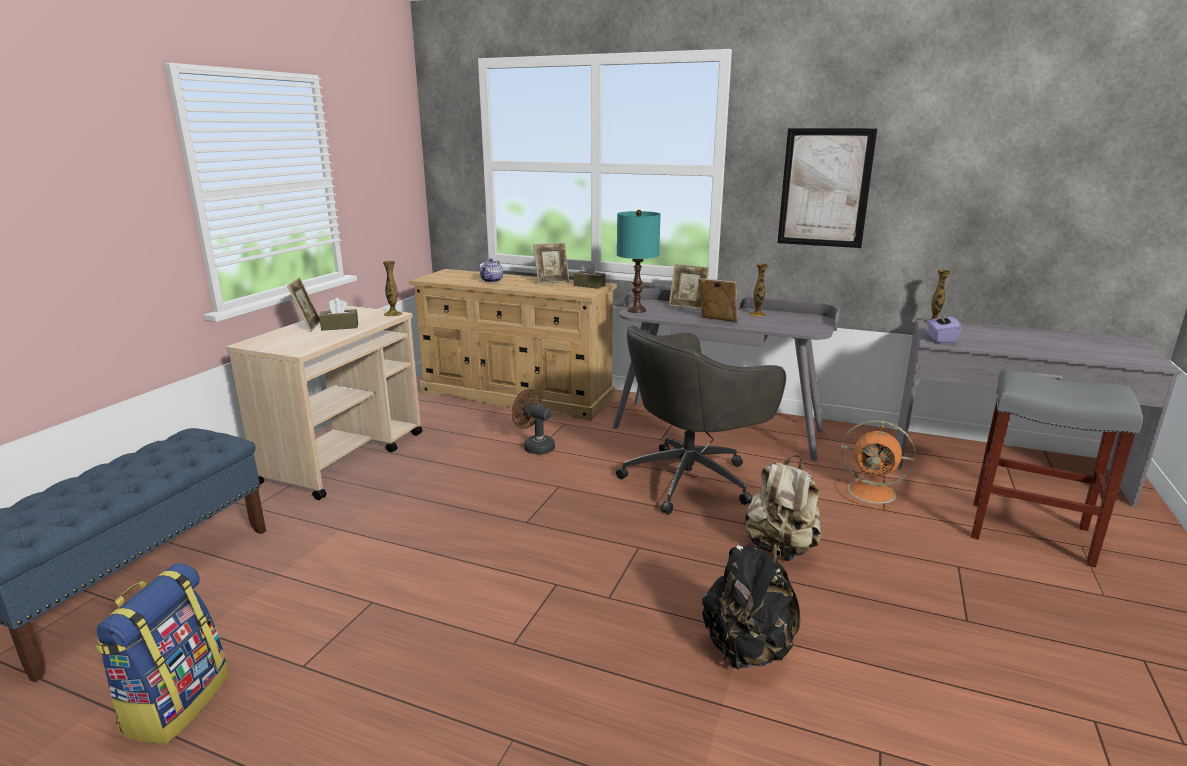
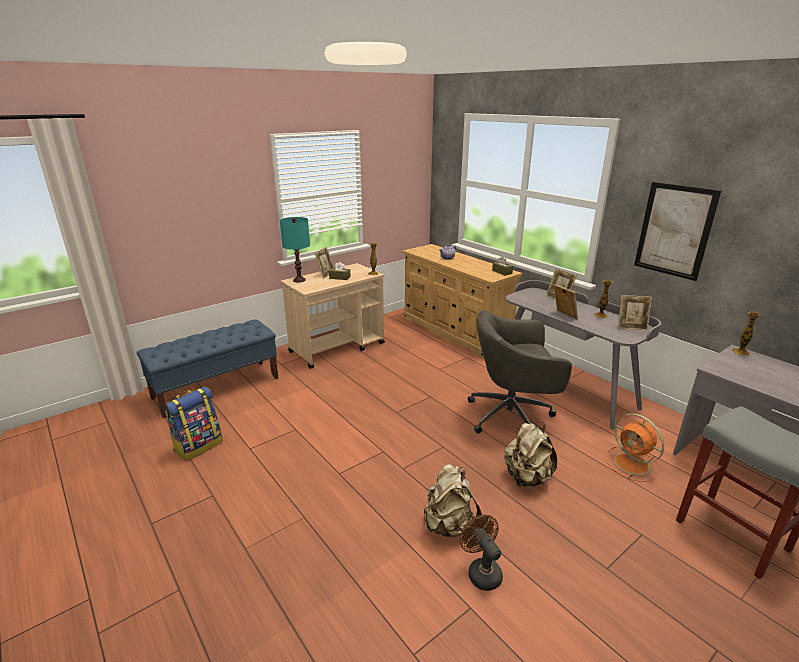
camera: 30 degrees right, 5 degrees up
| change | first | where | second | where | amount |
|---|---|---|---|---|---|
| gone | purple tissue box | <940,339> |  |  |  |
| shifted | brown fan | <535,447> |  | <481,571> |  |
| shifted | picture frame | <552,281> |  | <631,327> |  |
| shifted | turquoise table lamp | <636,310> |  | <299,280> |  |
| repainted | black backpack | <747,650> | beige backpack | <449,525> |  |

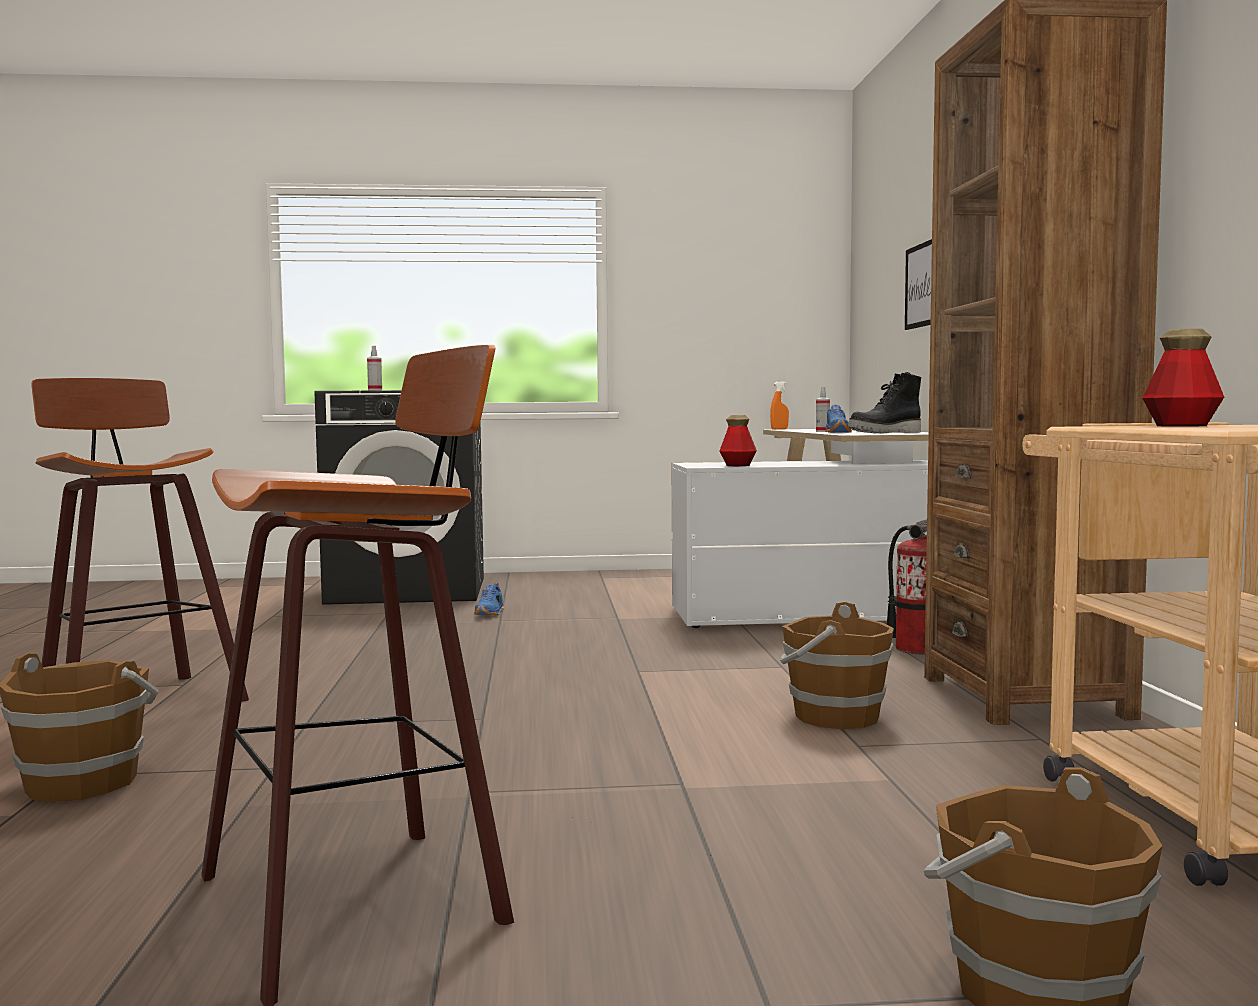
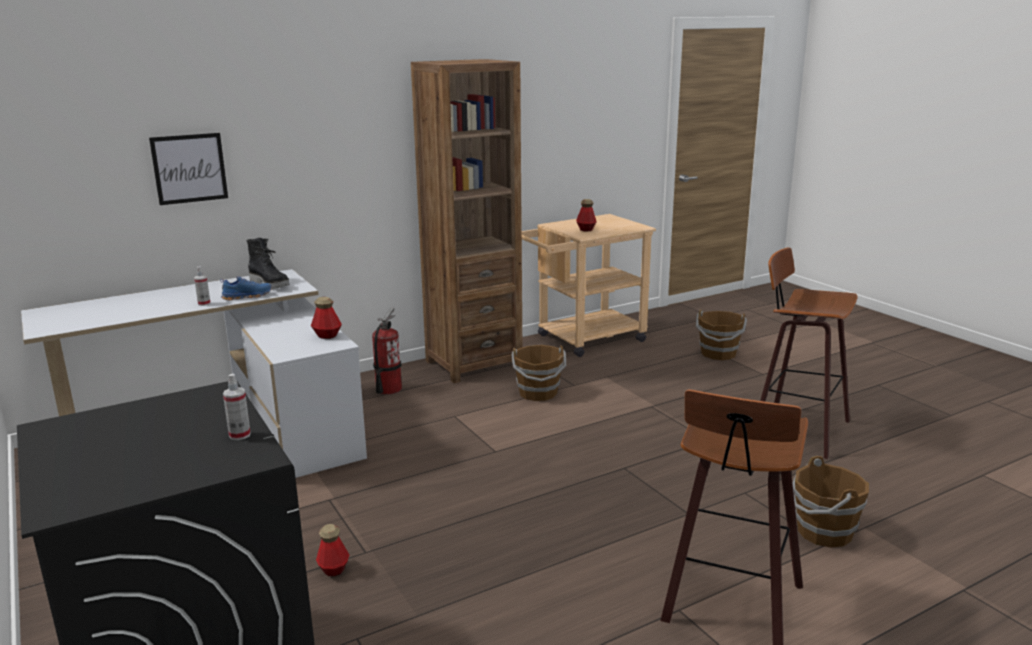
camera: 115 degrees left, 15 degrees up
| change | first | where | second | where | amount |
|---|---|---|---|---|---|
| gone | orange spray bottle | <779,429> |  |  |  |
| swapped | blue shoe | <490,613> | bottle | <333,569> |  |

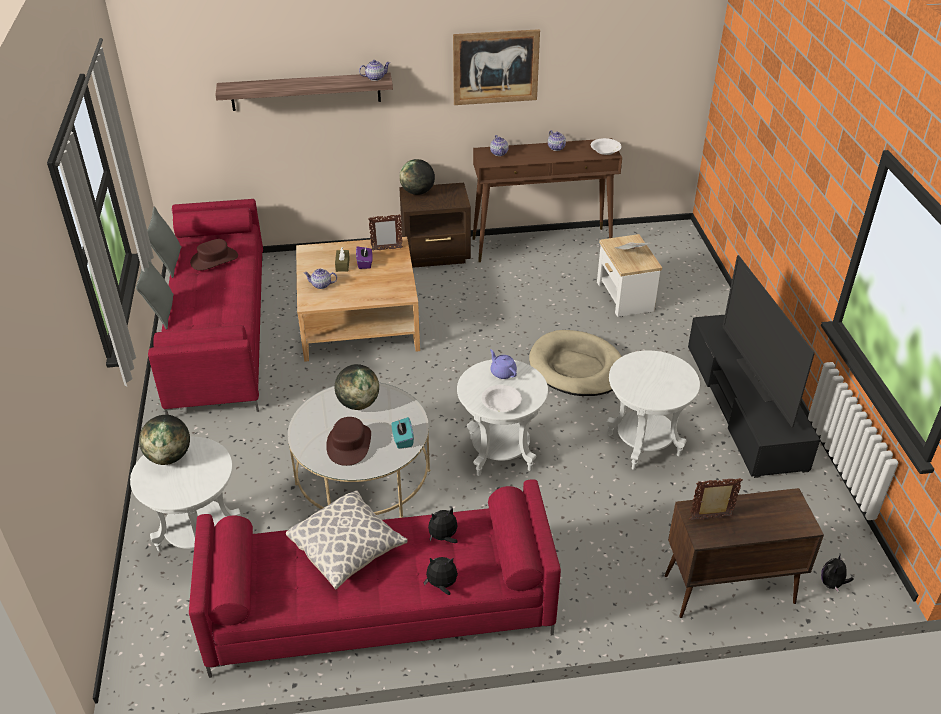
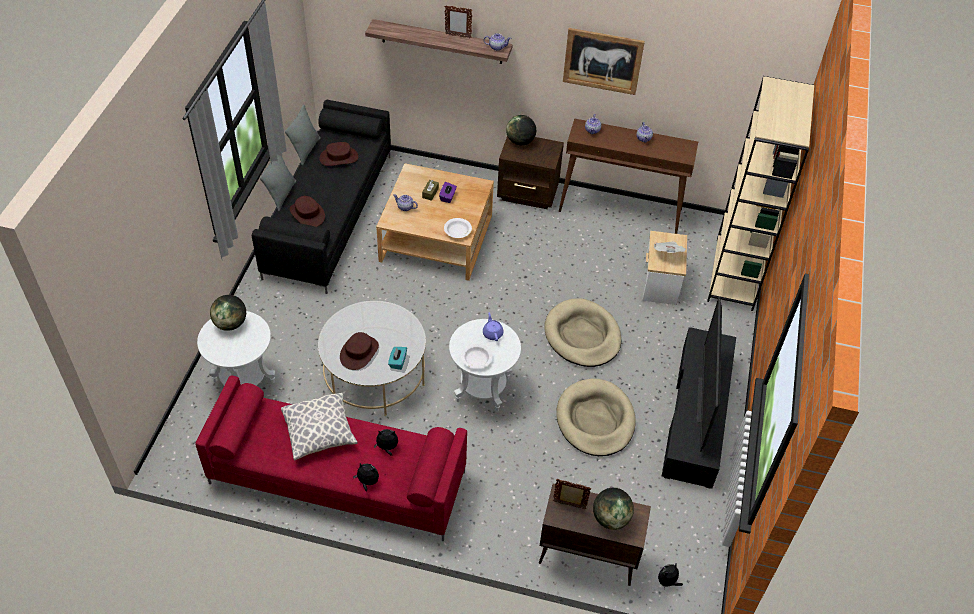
camera: 20 degrees right, 10 degrees up
| change | first | where | second | where | amount |
|---|---|---|---|---|---|
| new |  |  | brown hat | <307,214> |  |
| new |  |  | beige bookcase | <734,274> |  |
| shifted | globe | <358,404> |  | <610,518> |  |
| shifted | picture frame | <386,249> |  | <458,36> |  |
| shifted | white bowl | <605,151> |  | <457,231> |  |
| swapped | white side table | <643,444> | beige dog bed | <595,420> |  |
| repainted | red sofa | <219,331> | black sofa | <328,214> |  |

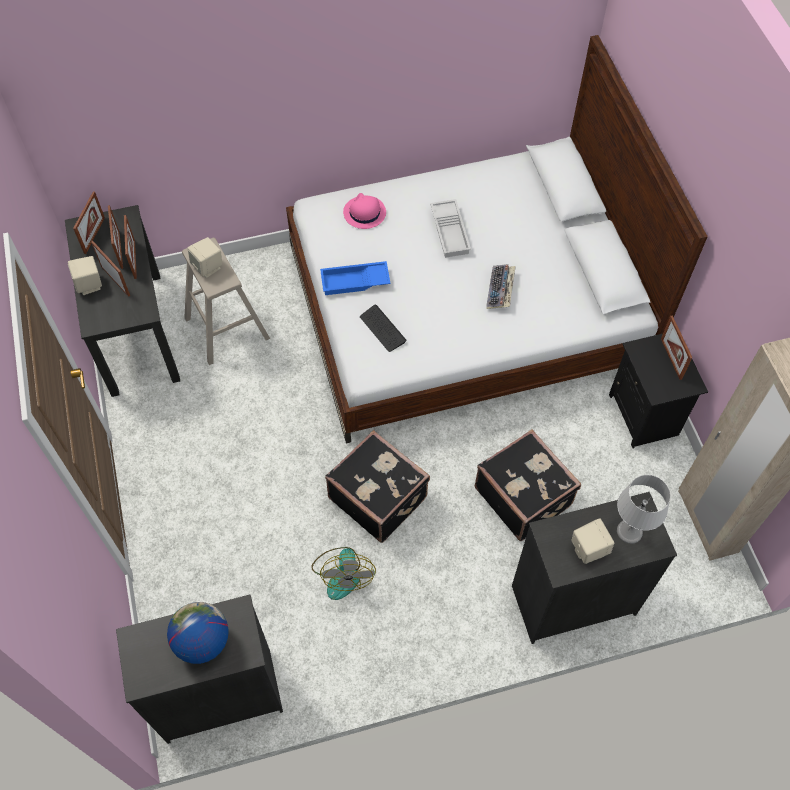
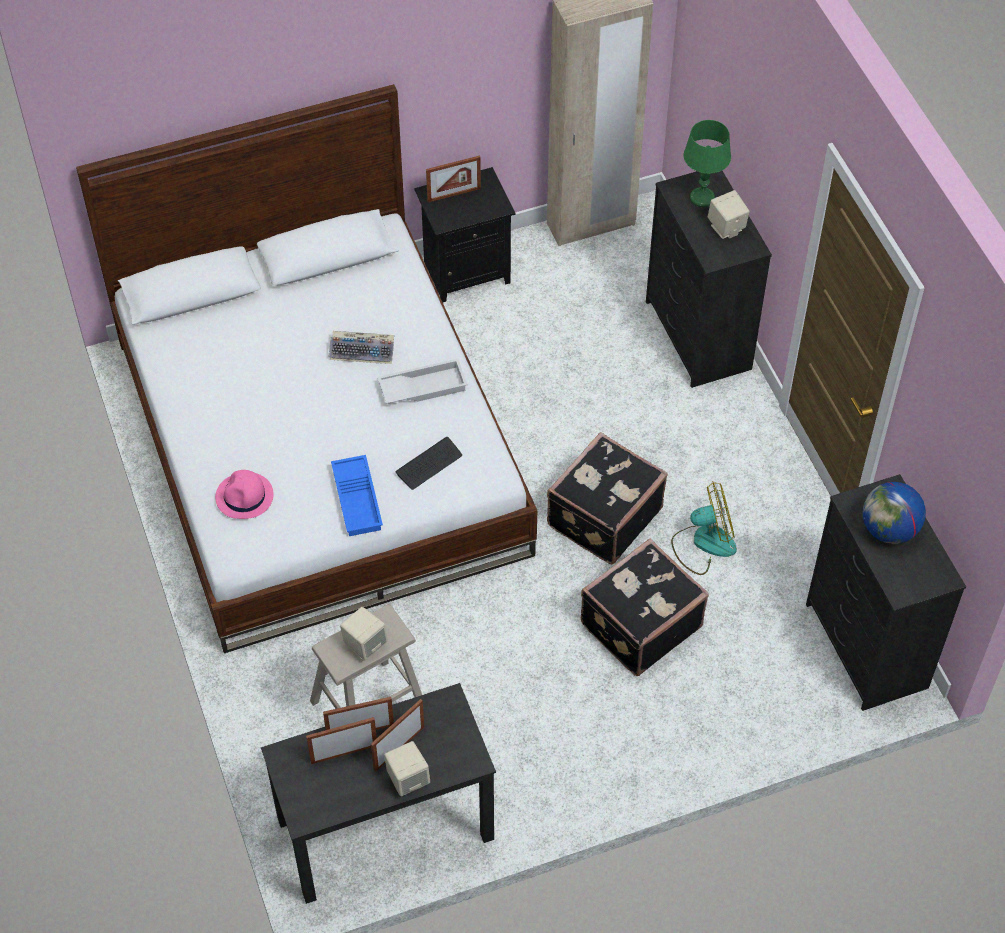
camera: 95 degrees left, 5 degrees down
| change | first | where | second | where | amount |
|---|---|---|---|---|---|
| gone | picture frame | <94,235> |  |  |  |
| shifted | white tray | <451,231> |  | <423,386> |  |
| shifted | black suitcase | <524,495> |  | <639,624> |  |
| repainted | grey table lamp | <629,532> | green table lamp | <702,198> |  |

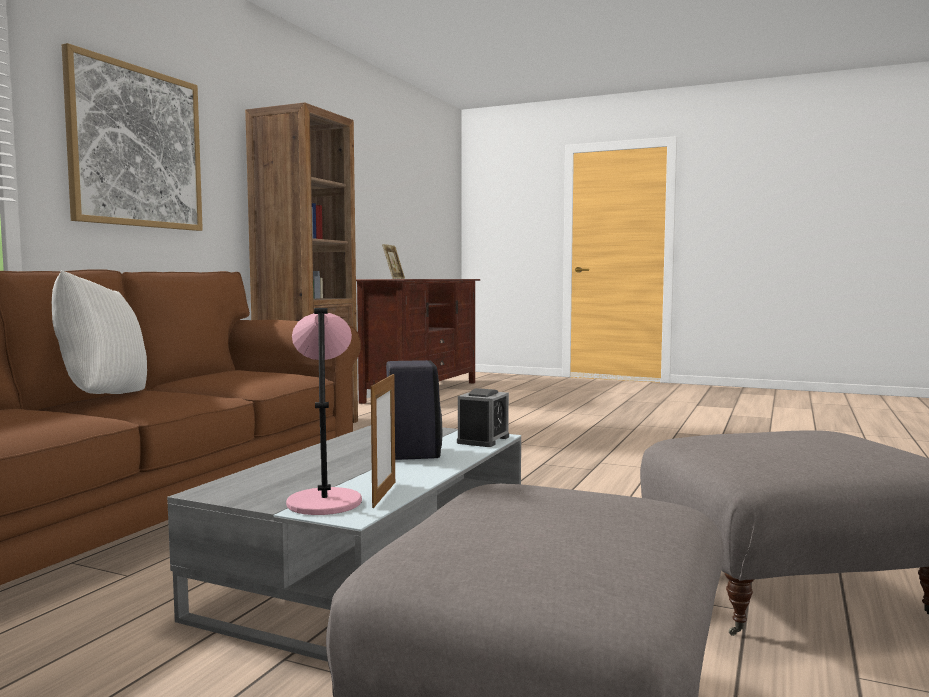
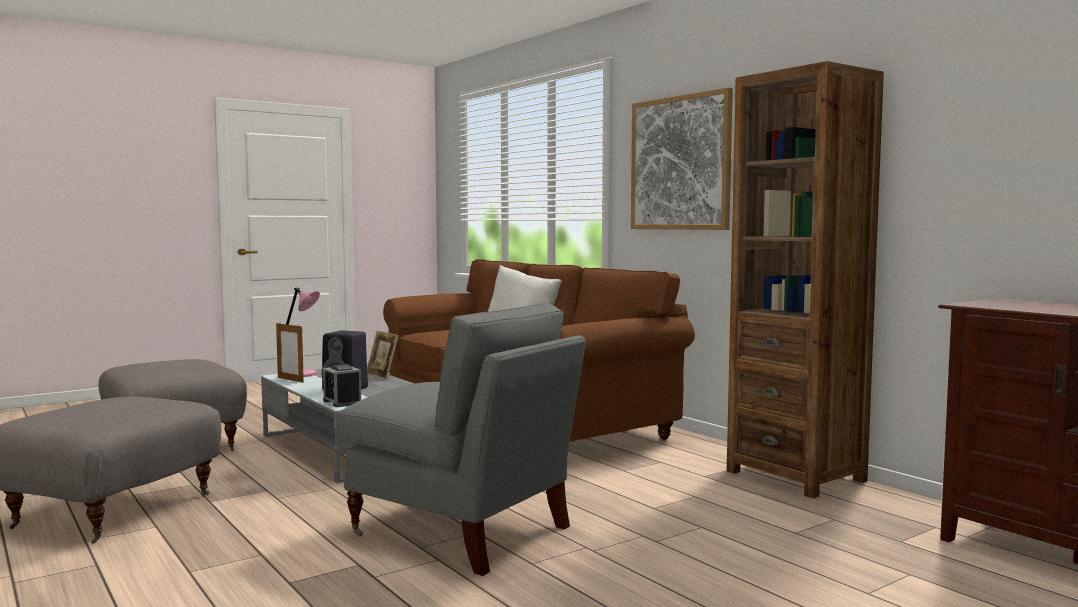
camera: 120 degrees right, 0 degrees up
| change | first | where | second | where | amount |
|---|---|---|---|---|---|
| new |  |  | grey armchair | <462,531> |  |
| shifted | picture frame | <394,279> |  | <382,376> |  |

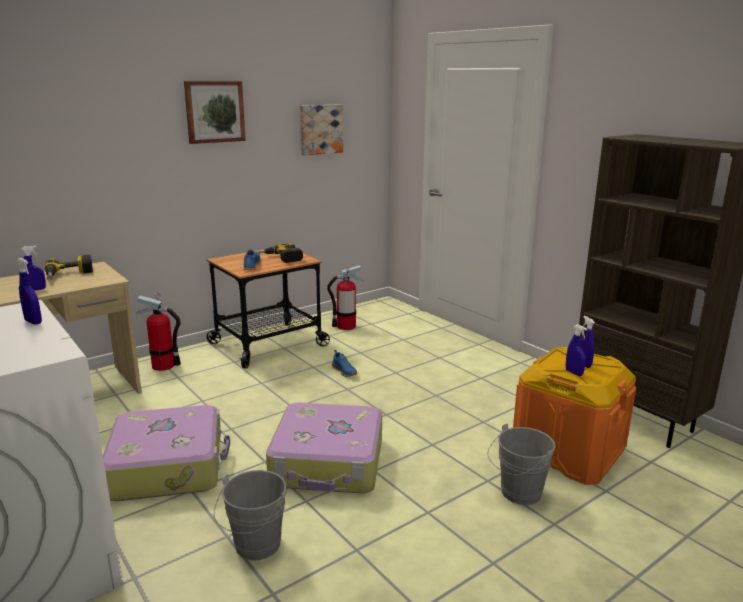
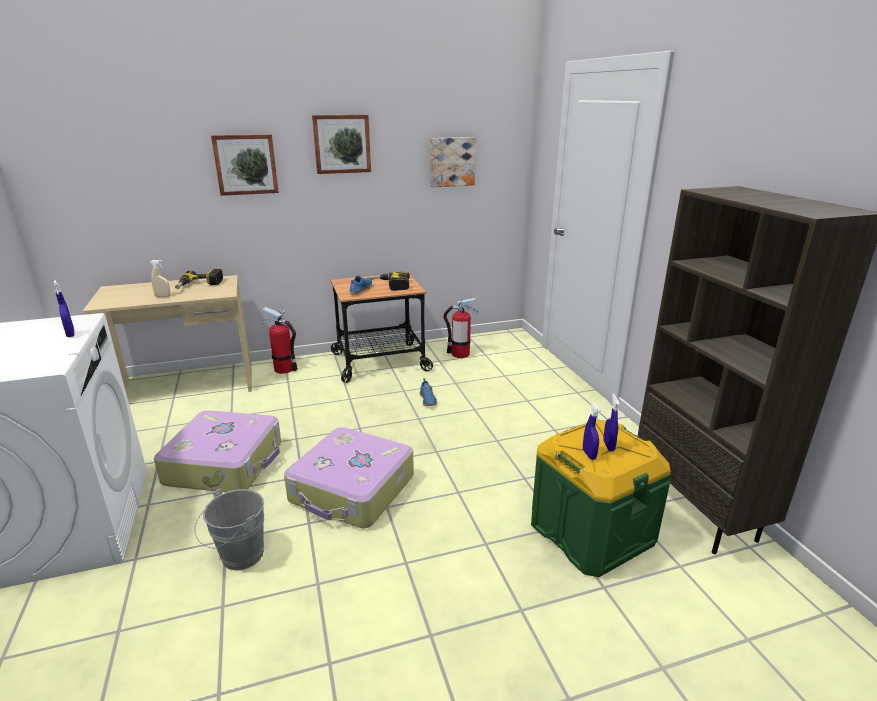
camera: 20 degrees right, 5 degrees up
| change | first | where | second | where | amount |
|---|---|---|---|---|---|
| gone | grey bucket | <517,494> |  |  |  |
| new |  |  | picture | <246,164> |  |
| repainted | blue spray bottle | <35,290> | beige spray bottle | <163,296> |  |
| repainted | orange storage box | <568,452> | green storage box | <591,532> |  |

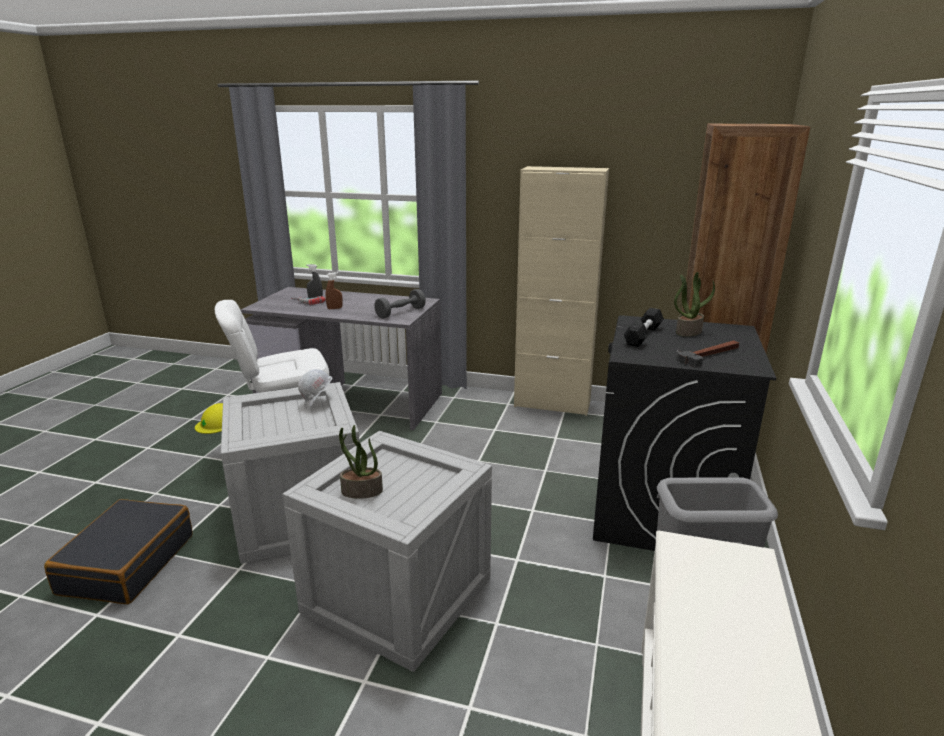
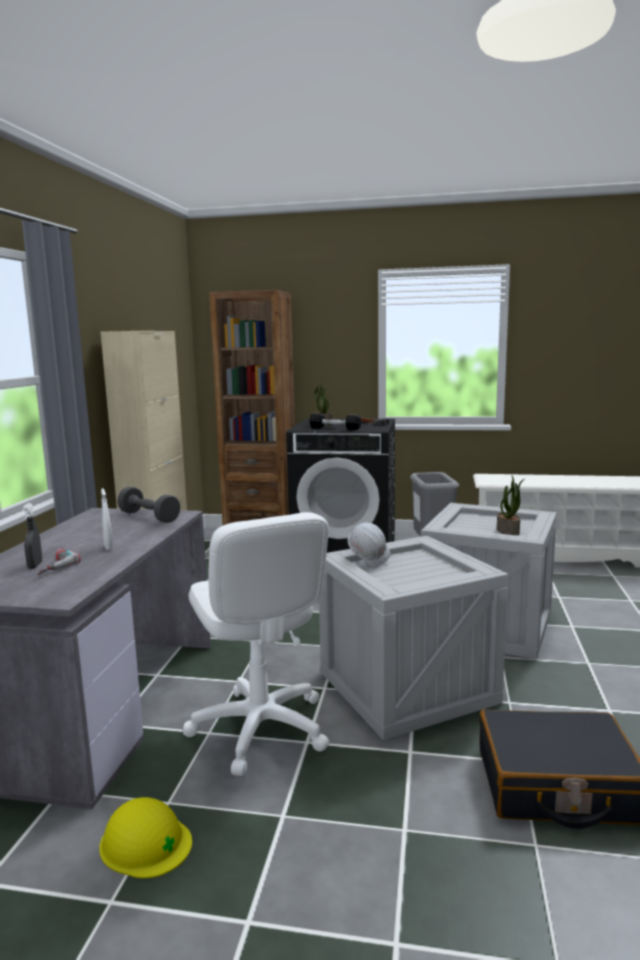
camera: 95 degrees left, 10 degrees down
| change | first | where | second | where | amount |
|---|---|---|---|---|---|
| repainted | brown spray bottle | <335,308> | white spray bottle | <108,547> |  |

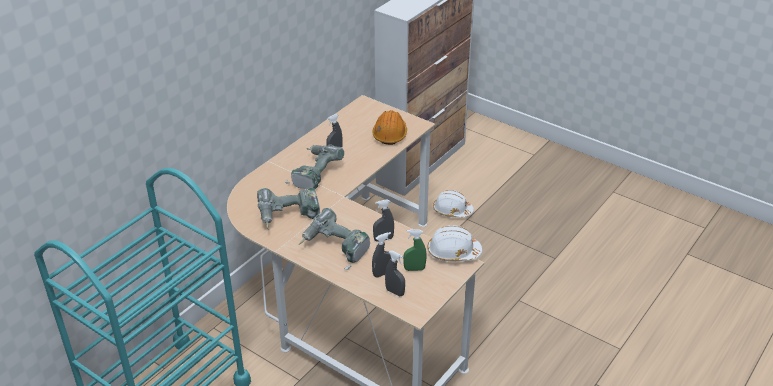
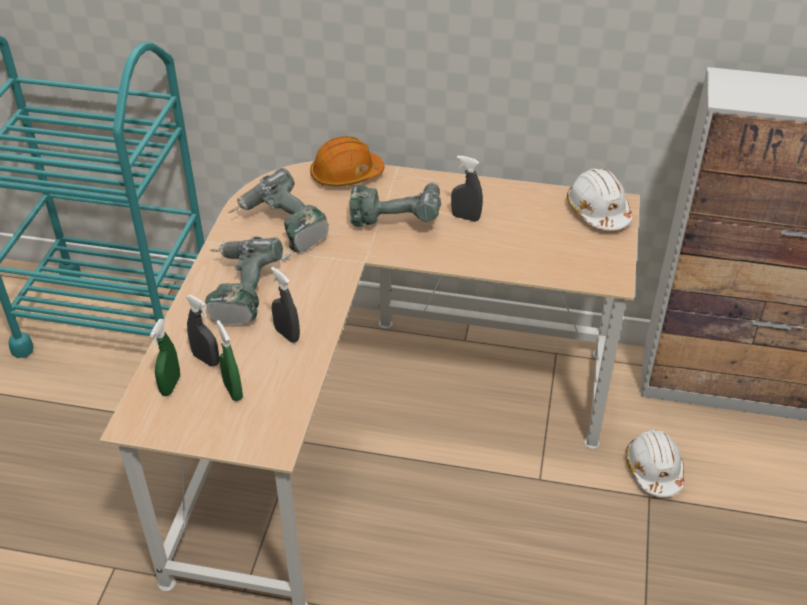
camera: 65 degrees right, 5 degrees up
| change | first | where | second | where | amount |
|---|---|---|---|---|---|
| shifted | orange hard hat | <390,134> |  | <346,175> |  |
| shifted | white hard hat | <453,252> |  | <598,211> |  |
| repainted | grey spray bottle | <395,292> | green spray bottle | <170,385> |  |

